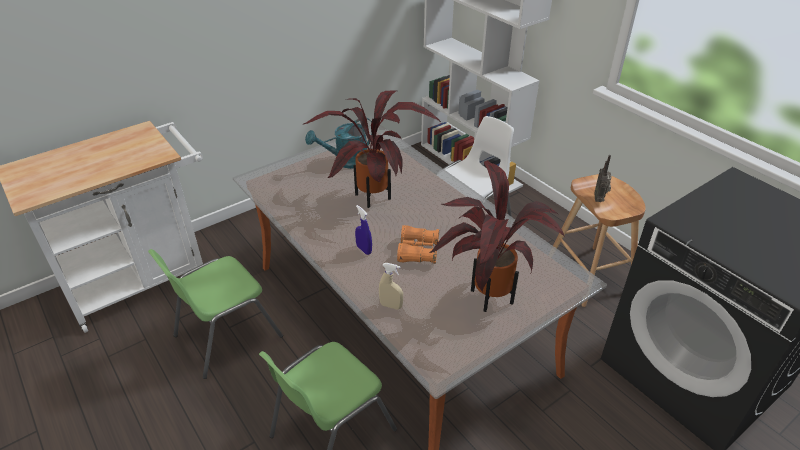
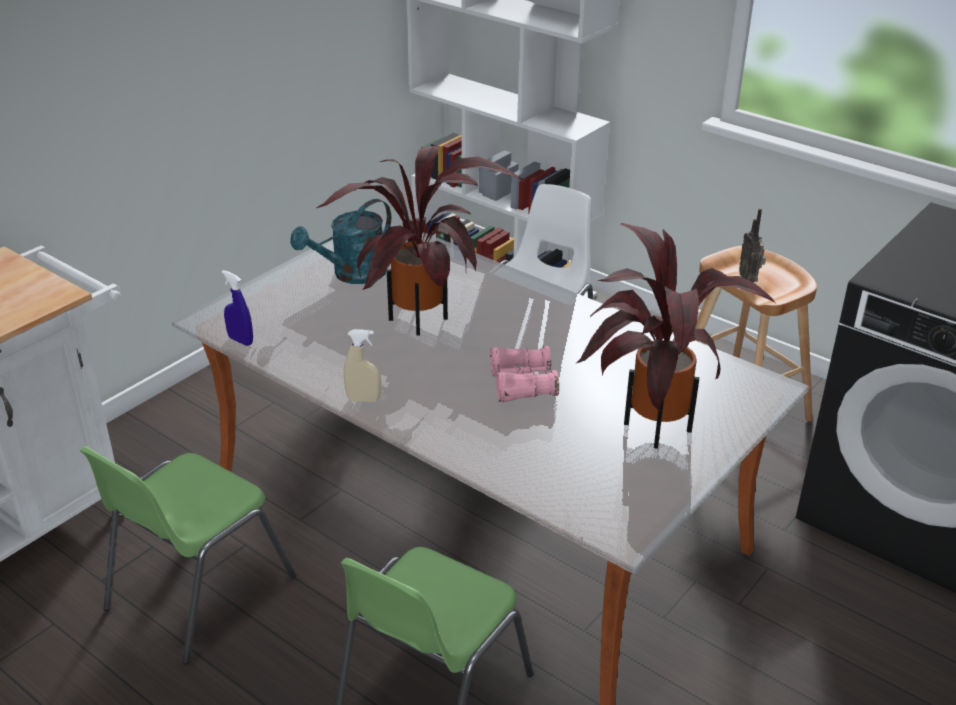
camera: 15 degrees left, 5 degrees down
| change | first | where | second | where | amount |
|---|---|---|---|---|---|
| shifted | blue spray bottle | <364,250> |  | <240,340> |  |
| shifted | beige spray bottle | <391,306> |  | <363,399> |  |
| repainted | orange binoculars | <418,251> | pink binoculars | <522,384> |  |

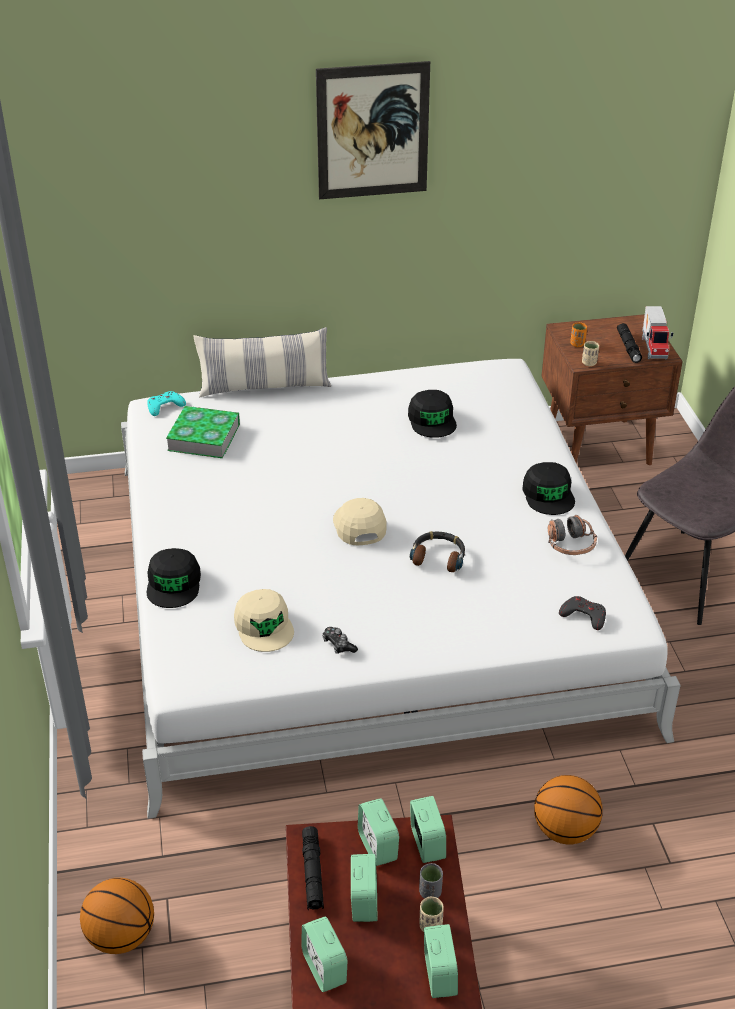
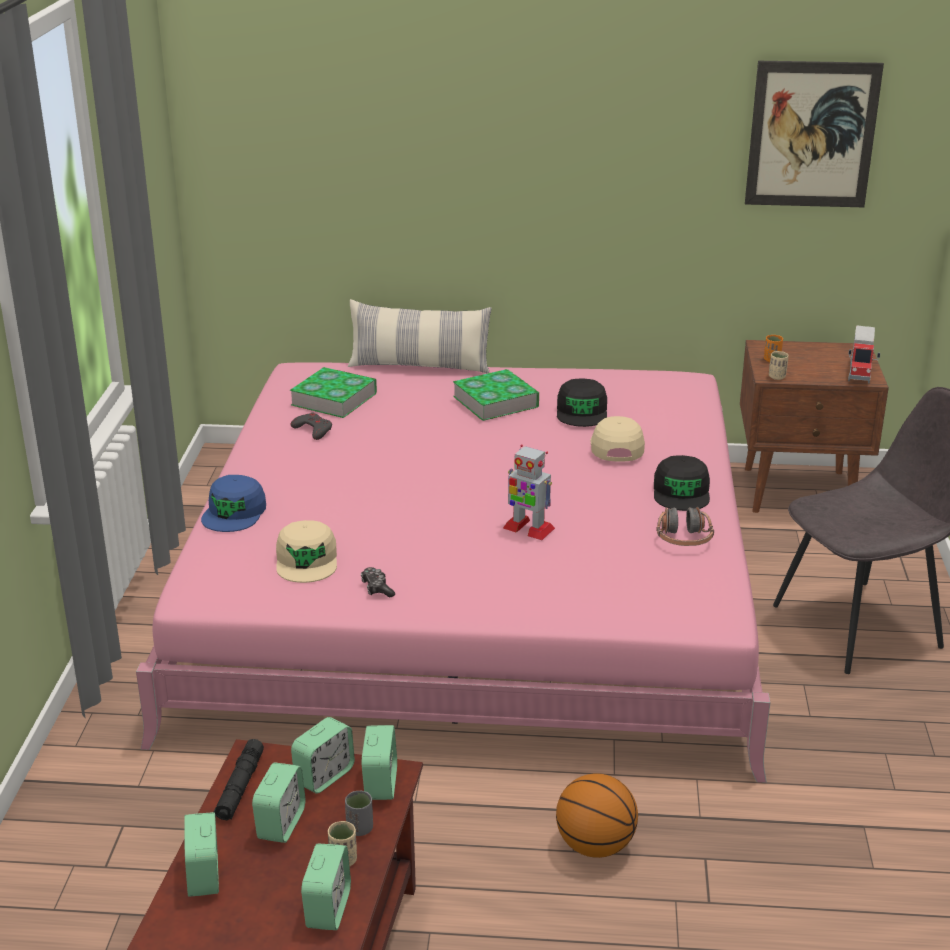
camera: 15 degrees right, 10 degrees down
| change | first | where | second | where | amount |
|---|---|---|---|---|---|
| gone | basketball | <121,937> |  |  |  |
| gone | turquoise game controller | <165,406> |  |  |  |
| gone | black flashlight | <628,347> |  |  |  |
| new |  |  | book | <495,401> |  |
| shifted | picture | <372,131> |  | <812,135> |  |
| shifted | beige cap | <359,525> |  | <616,446> |  |
| shifted | grey game controller | <583,615> |  | <313,430> |  |
| swapped | headphones | <438,556> | toy robot | <528,528> |  |
| repainted | white bed | <366,592> | pink bed | <474,586> |  |
| repainted | black cap | <174,584> | blue cap | <234,512> |  |
| rotated | alarm clock | <378,846> |  | <324,776> | 135 degrees counterclockwise |

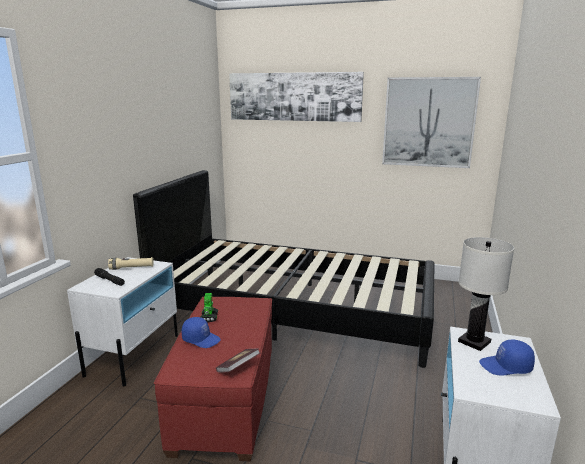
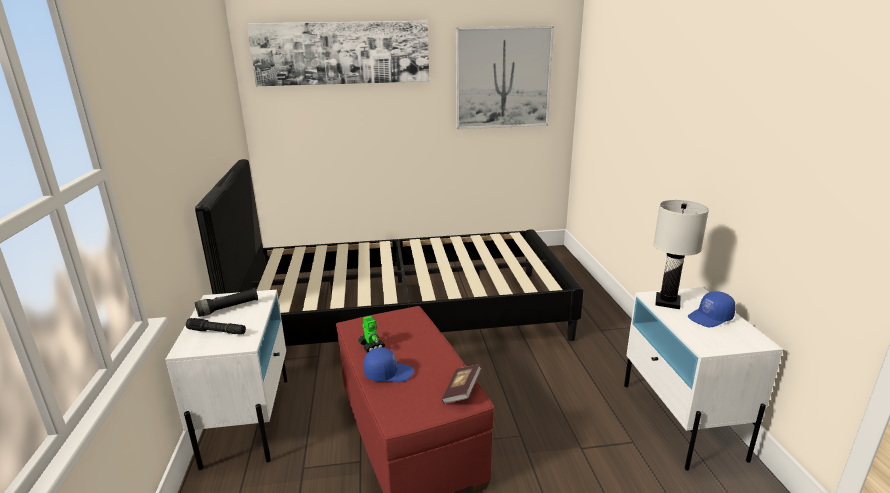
camera: 25 degrees left, 5 degrees up
| change | first | where | second | where | amount |
|---|---|---|---|---|---|
| repainted | beige flashlight | <131,268> | black flashlight | <228,308> |  |

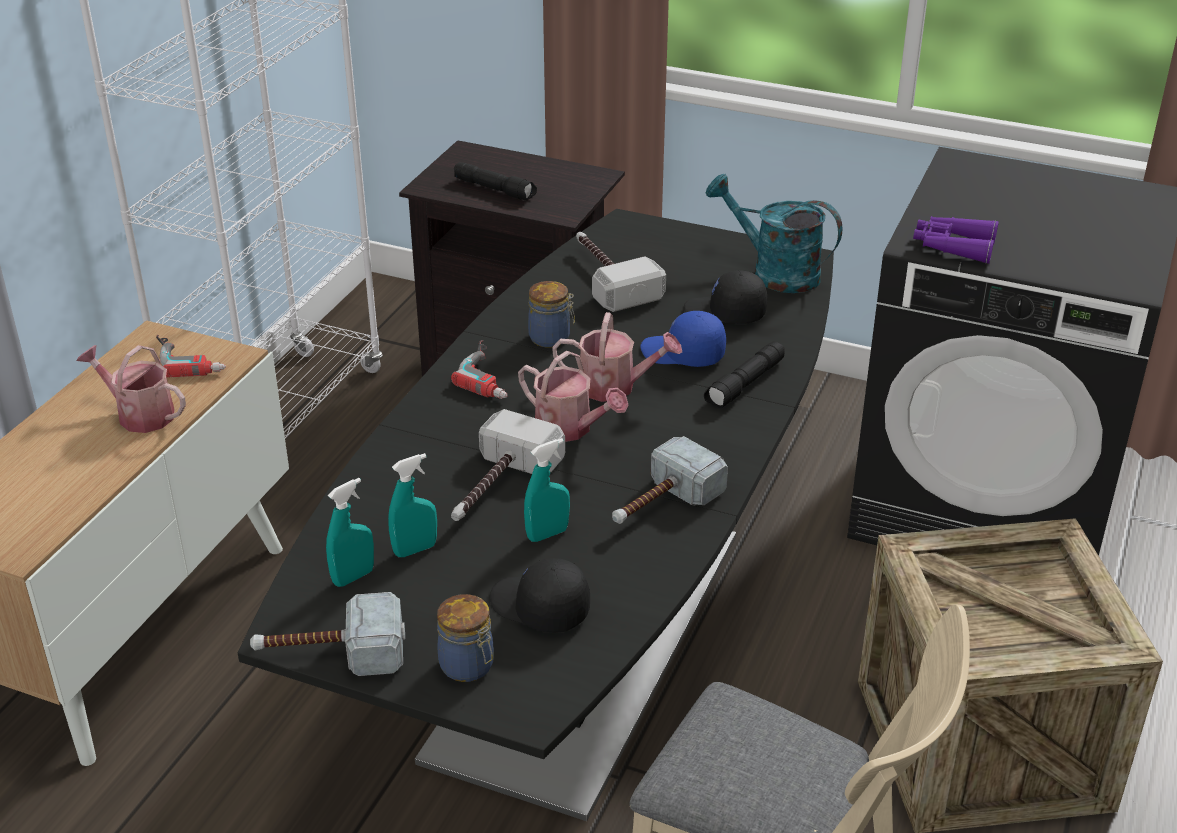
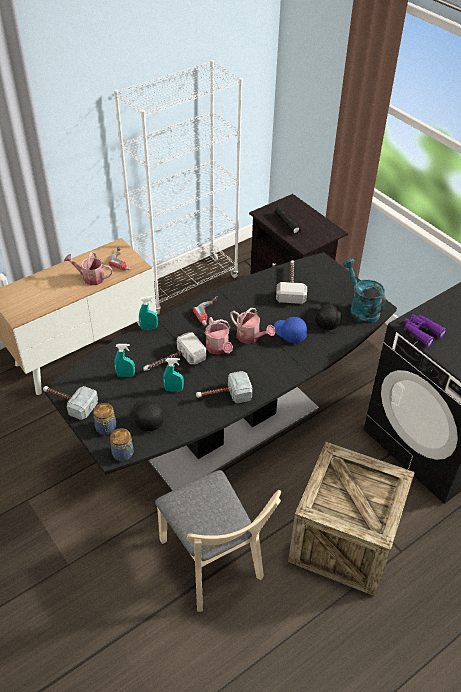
camera: 30 degrees right, 10 degrees up
| change | first | where | second | where | amount |
|---|---|---|---|---|---|
| gone | black flashlight | <745,385> |  |  |  |
| shifted | turquoise spray bottle | <353,577> |  | <149,328> |  |
| shifted | jar | <551,338> |  | <123,454> |  |
| rotated | watering can | <139,414> |  | <90,278> | 45 degrees counterclockwise |

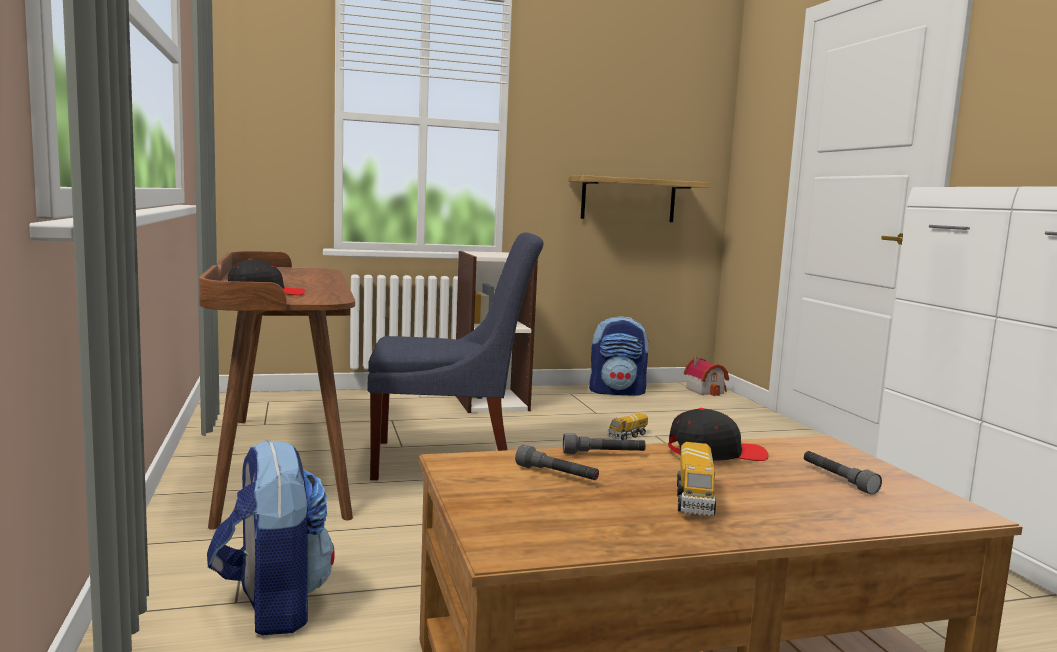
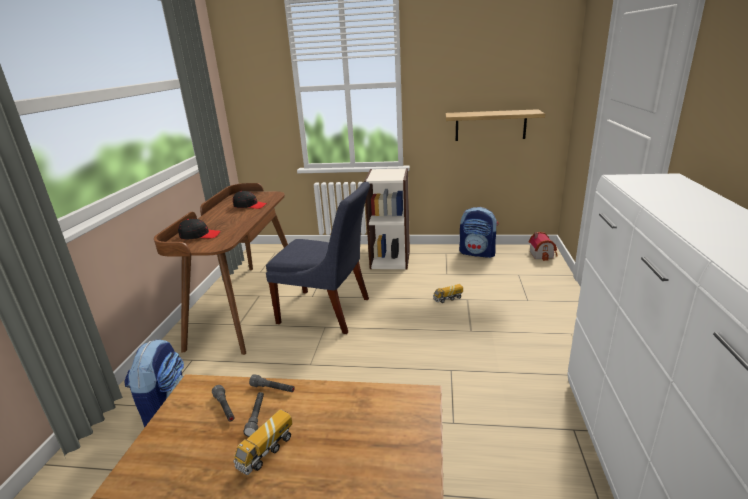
camera: 25 degrees right, 15 degrees up
| change | first | where | second | where | amount |
|---|---|---|---|---|---|
| shifted | black cap | <715,453> |  | <250,205> |  |
| shifted | grey flashlight | <837,479> |  | <256,417> |  |

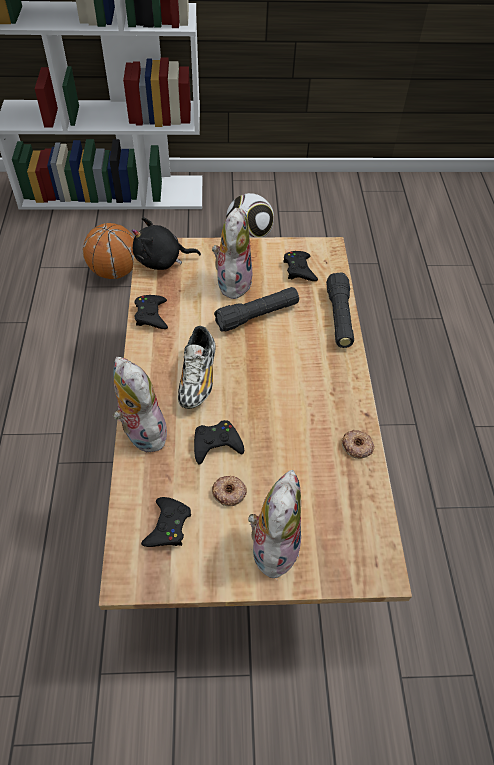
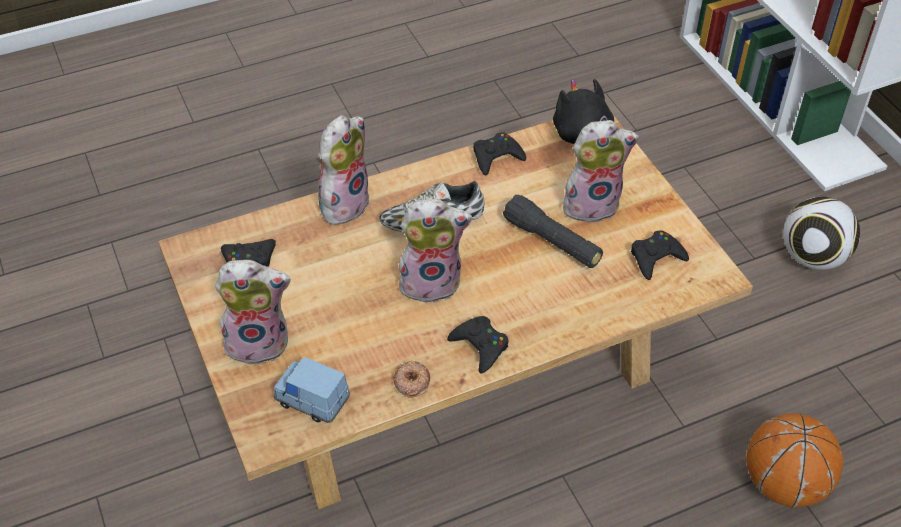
camera: 70 degrees right, 5 degrees down
| change | first | where | second | where | amount |
|---|---|---|---|---|---|
| gone | donut | <229,493> |  |  |  |
| gone | black flashlight | <339,317> |  |  |  |
| new |  |  | blue toy car | <312,400> |  |
| new |  |  | plush toy | <431,282> |  |
| shifted | basketball | <114,271> |  | <784,484> |  |
| shifted | black game controller | <216,444> |  | <480,346> |  |

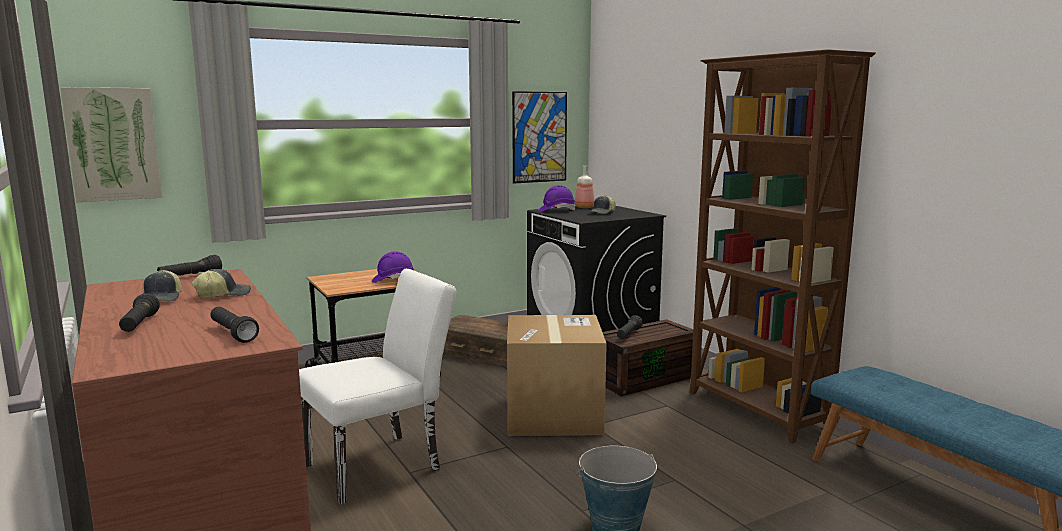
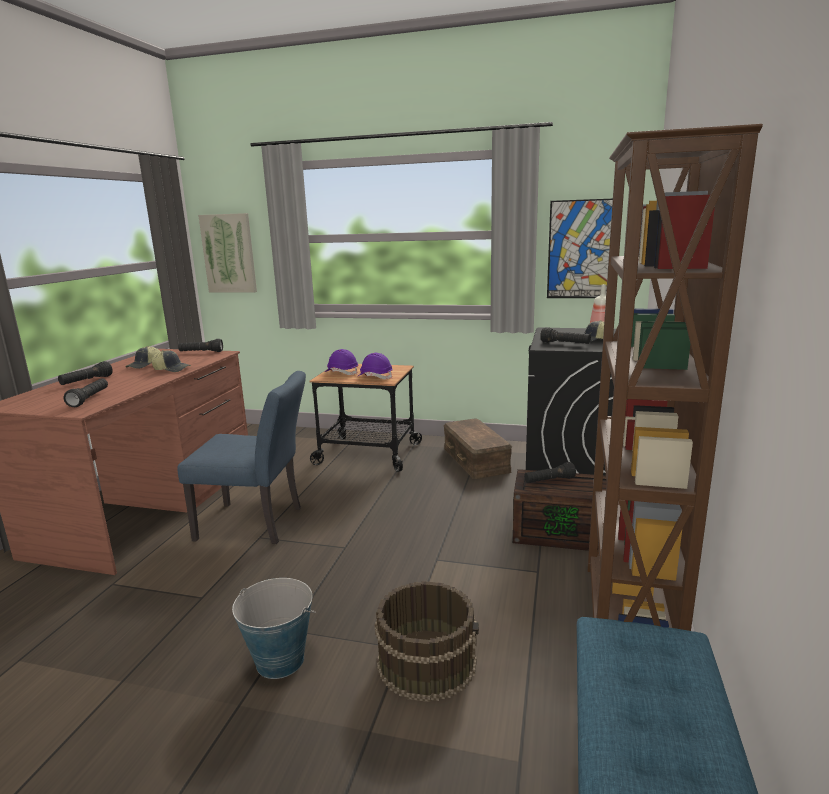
camera: 45 degrees right, 5 degrees up
| change | first | where | second | where | amount |
|---|---|---|---|---|---|
| gone | cardboard box | <553,415> |  |  |  |
| new |  |  | brown bucket | <427,661> |  |
| new |  |  | black flashlight | <565,344> |  |
| shifted | purple hard hat | <556,210> |  | <342,373> |  |
| repainted | white chair | <382,464> | blue chair | <257,524> |  |

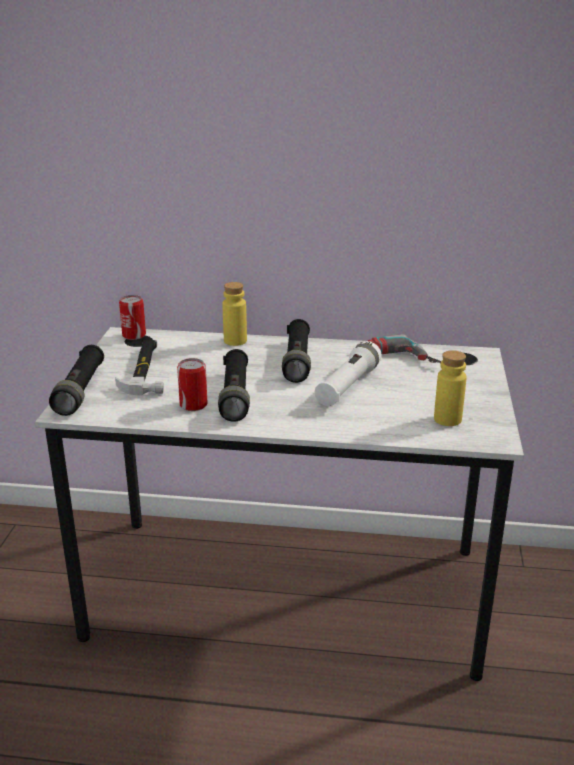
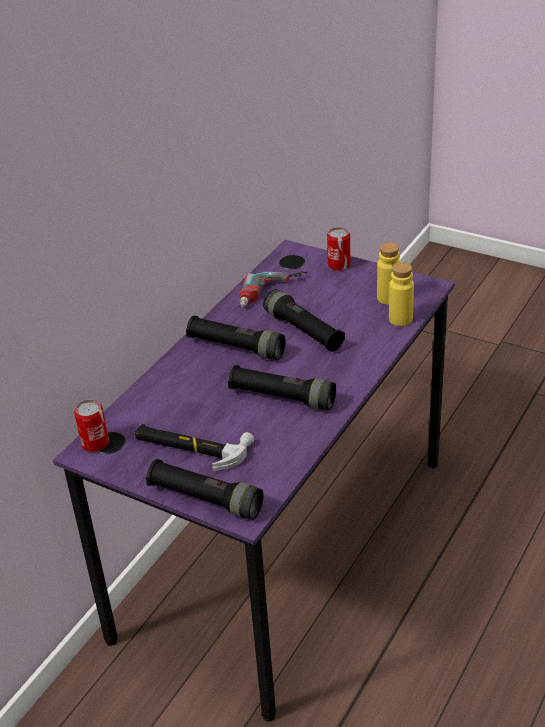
camera: 65 degrees left, 10 degrees up
| change | first | where | second | where | amount |
|---|---|---|---|---|---|
| shifted | can | <193,405> |  | <339,265> |  |
| shifted | yellow bottle | <235,341> |  | <400,319> |  |
| repainted | white desk | <287,592> | purple desk | <284,545> |  |
| repainted | white flashlight | <348,386> | black flashlight | <303,331> |  |

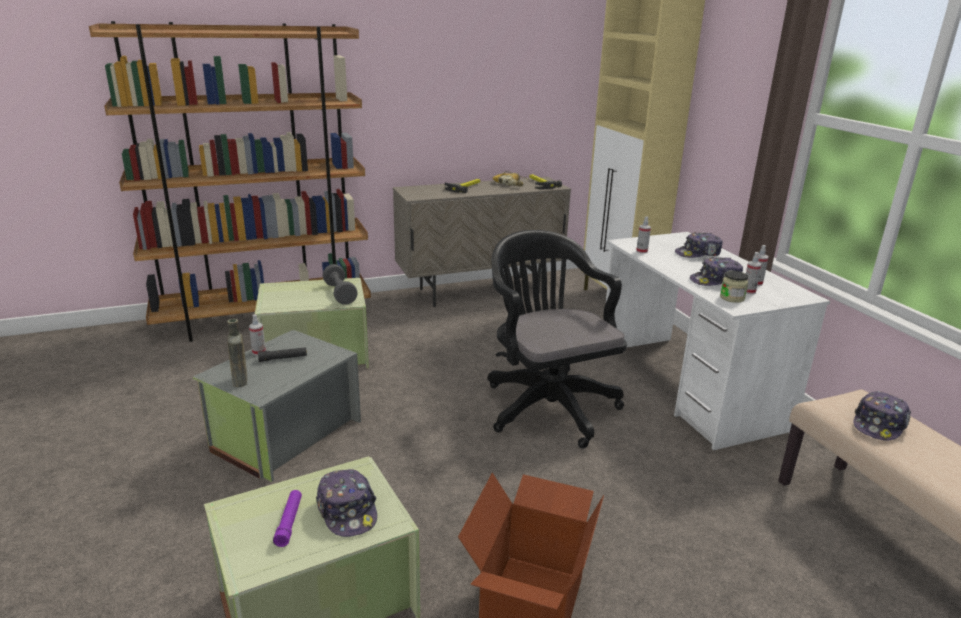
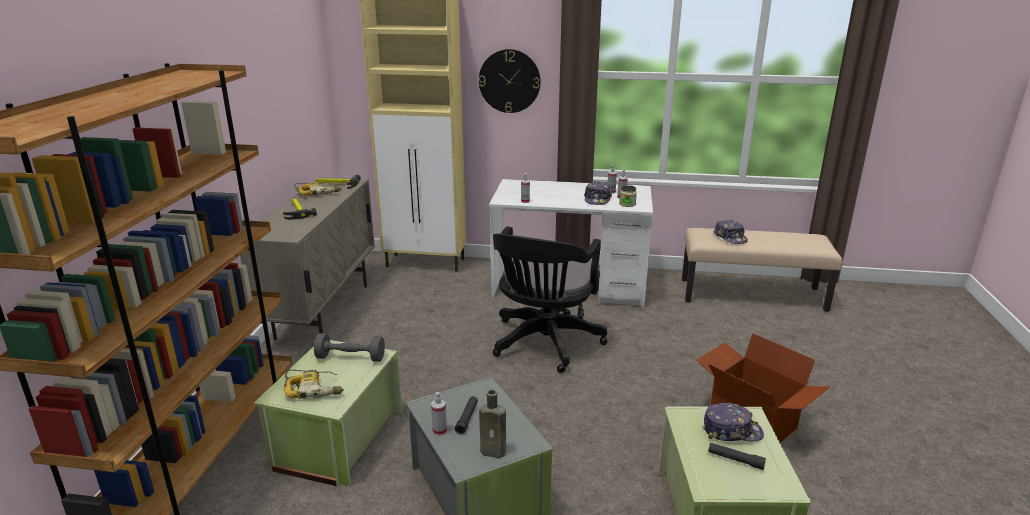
camera: 60 degrees left, 0 degrees up
| change | first | where | second | where | amount |
|---|---|---|---|---|---|
| gone | cap | <698,254> |  |  |  |
| new |  |  | power drill | <314,389> |  |
| new |  |  | wall clock | <509,81> |  |
| repainted | purple flashlight | <289,522> | black flashlight | <735,460> |  |
| rotated | black office chair | <547,404> |  | <544,344> | 75 degrees counterclockwise |

